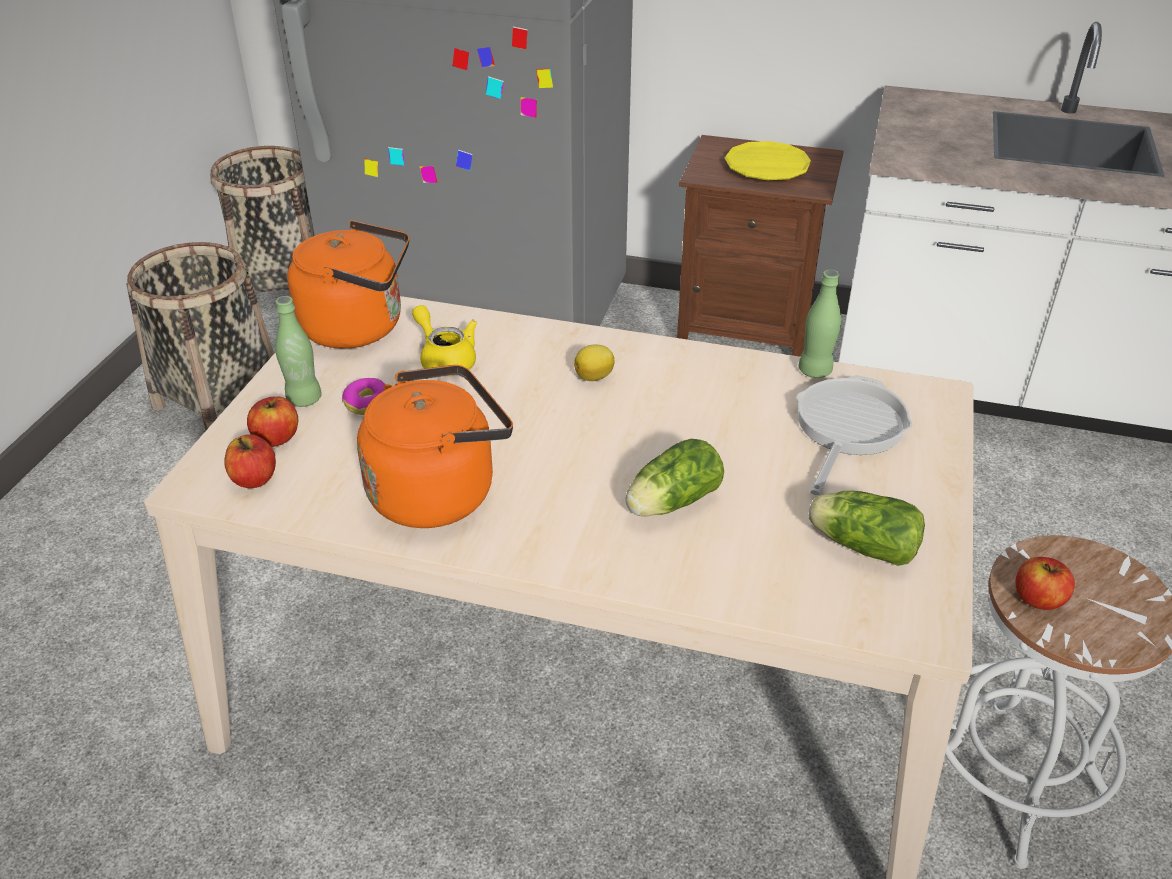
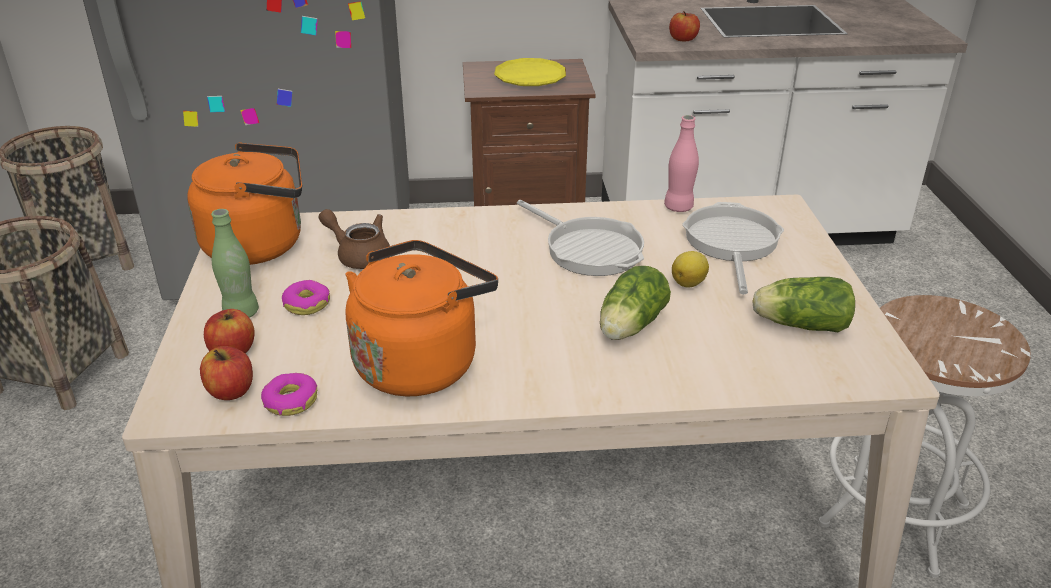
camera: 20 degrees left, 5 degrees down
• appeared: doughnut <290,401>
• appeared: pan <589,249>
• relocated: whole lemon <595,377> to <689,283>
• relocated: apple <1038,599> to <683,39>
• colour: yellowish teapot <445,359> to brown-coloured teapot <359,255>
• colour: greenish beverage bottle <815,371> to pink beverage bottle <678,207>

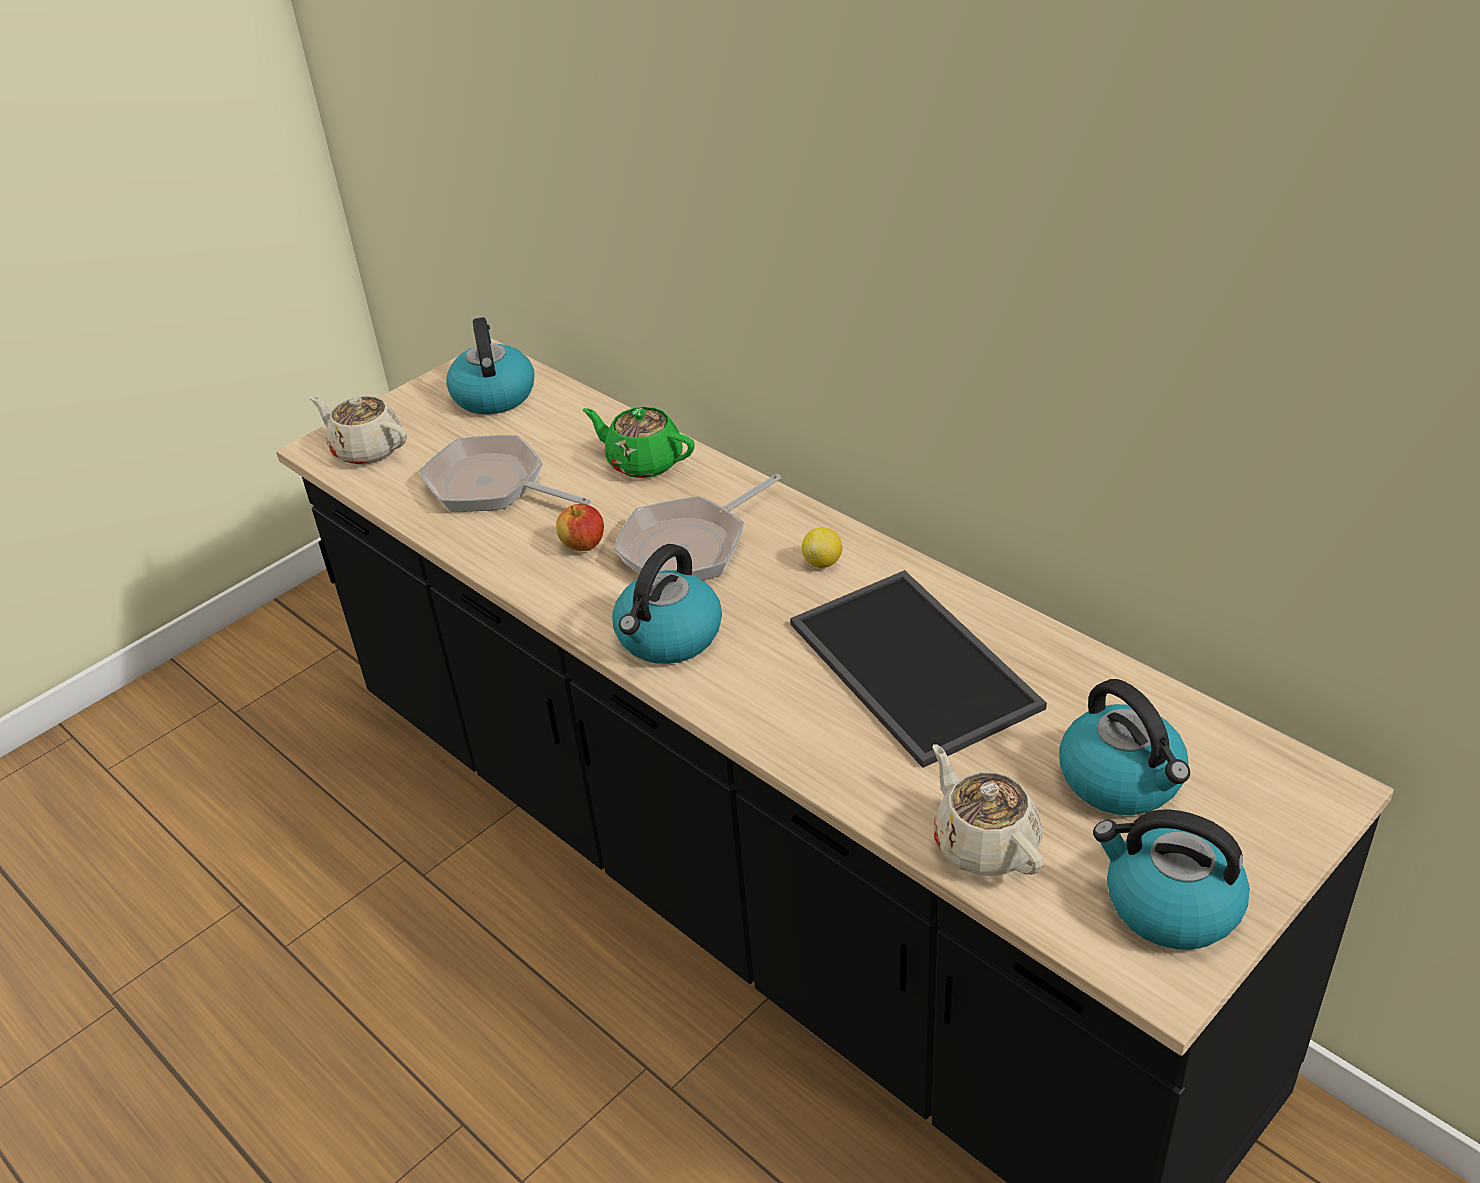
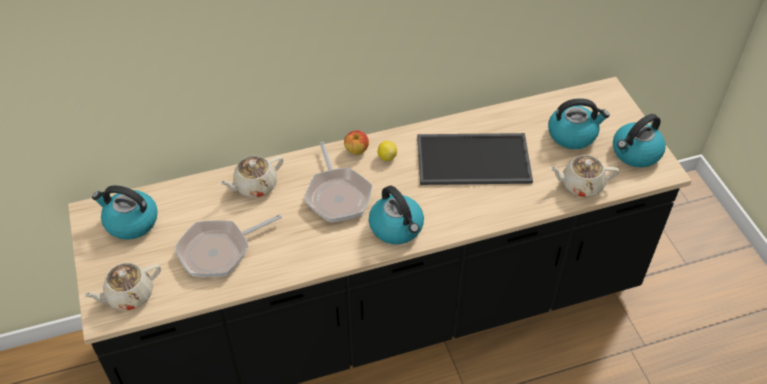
camera: 65 degrees left, 10 degrees up
• relocated: apple <583,545> to <356,150>
• colour: greenish teapot <643,462> to sand-coloured teapot <254,185>

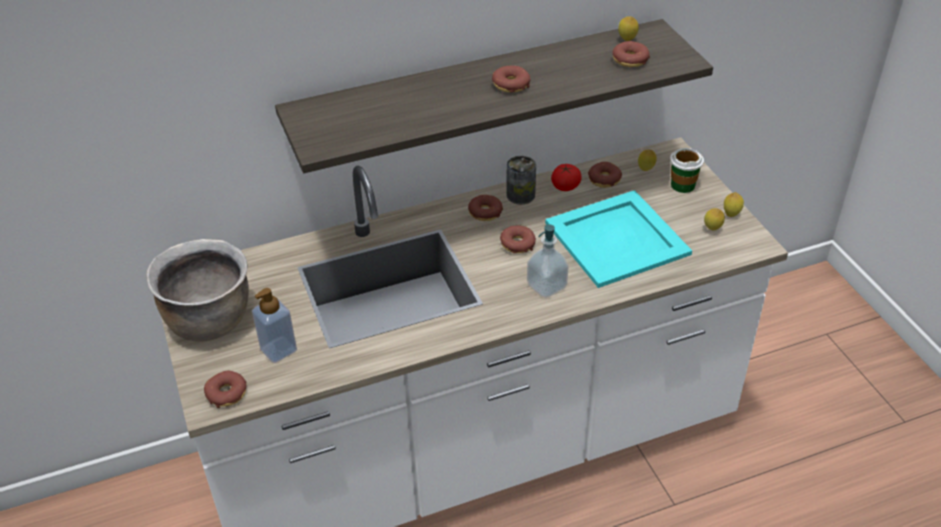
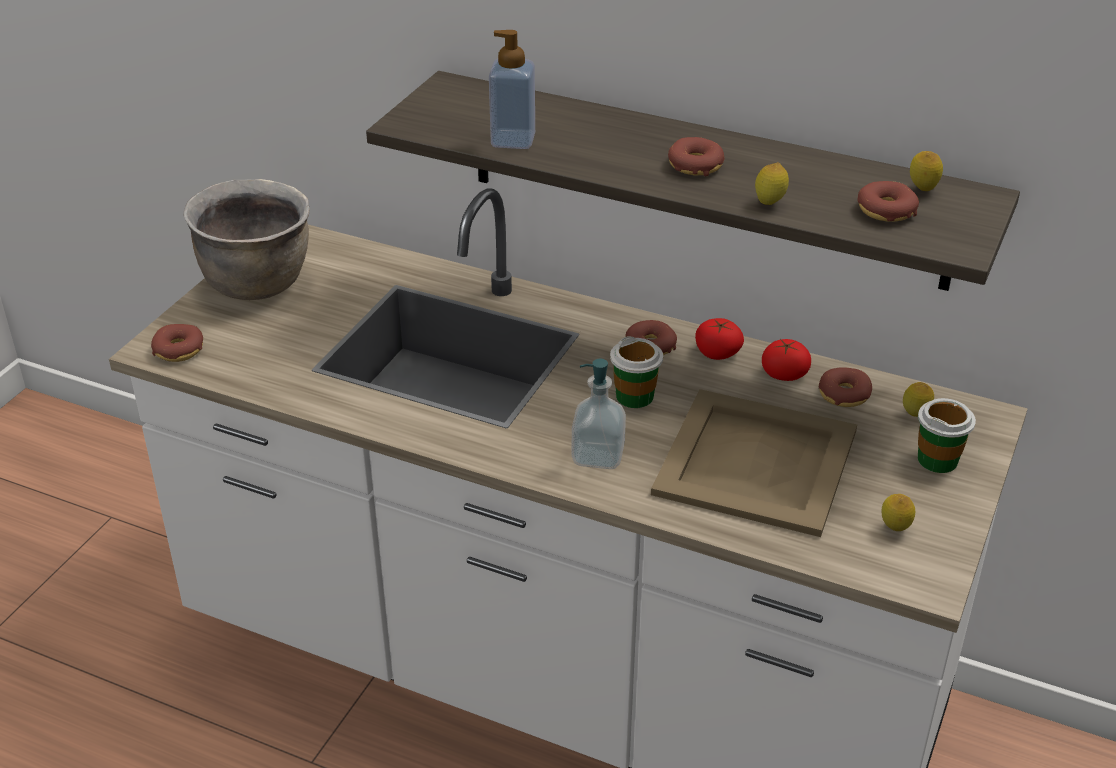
camera: 45 degrees right, 5 degrees down
• relocated: soap bottle <278,350> to <513,140>
• relocated: whole lemon <731,214> to <769,204>
• exchanged: doughnut <517,244> to drinking cup <635,396>
• exchanged: can <520,195> to fresh tomato <717,352>
• colour: turquoise carrying tray <617,237> to sand-coloured carrying tray <758,461>

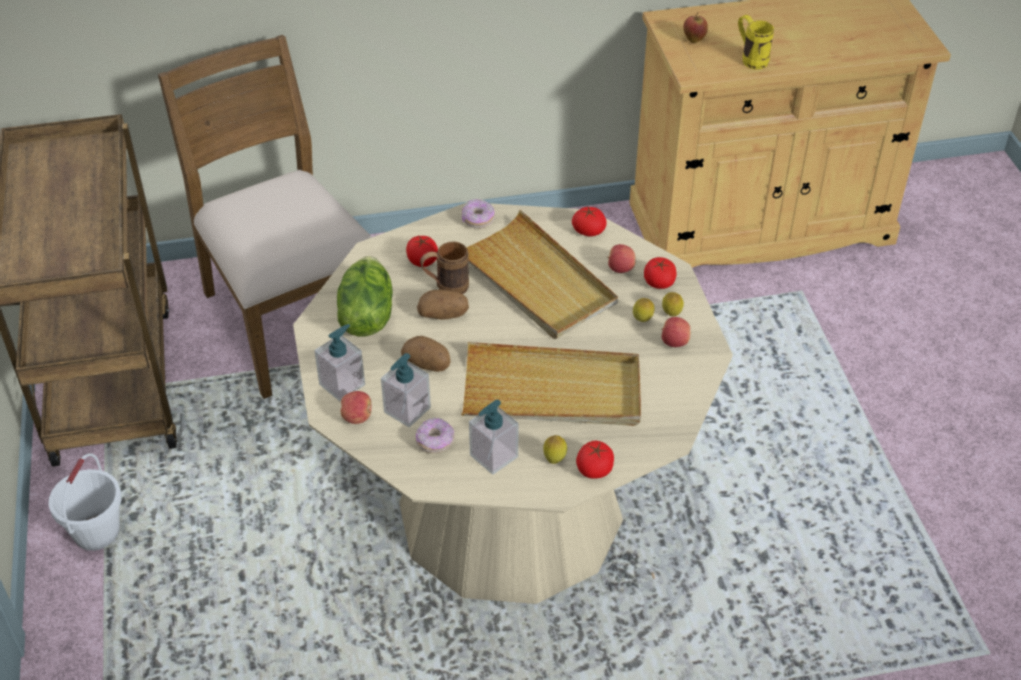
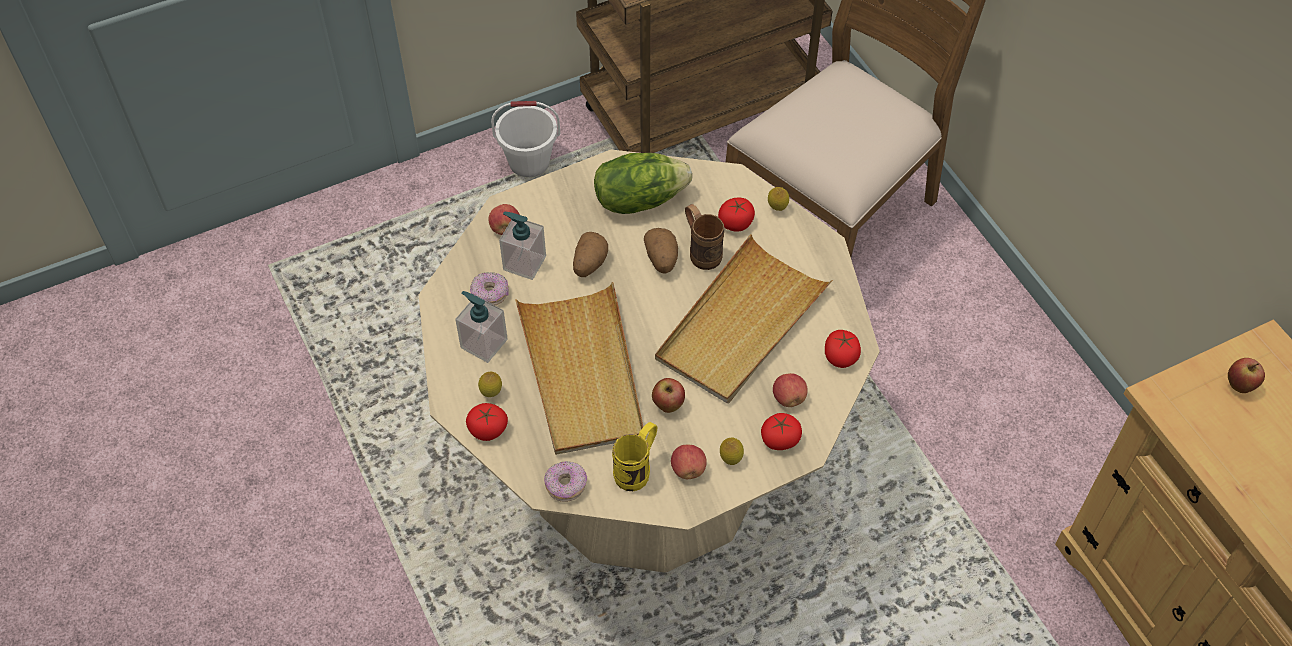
camera: 75 degrees right, 10 degrees up
• missing: soap bottle <342,384>
• appeared: apple <668,405>
• relocated: doughnut <478,220> to <566,485>
• relocated: whole lemon <642,321> to <777,208>
• relocated: yellowish tea mug <750,59> to <637,469>

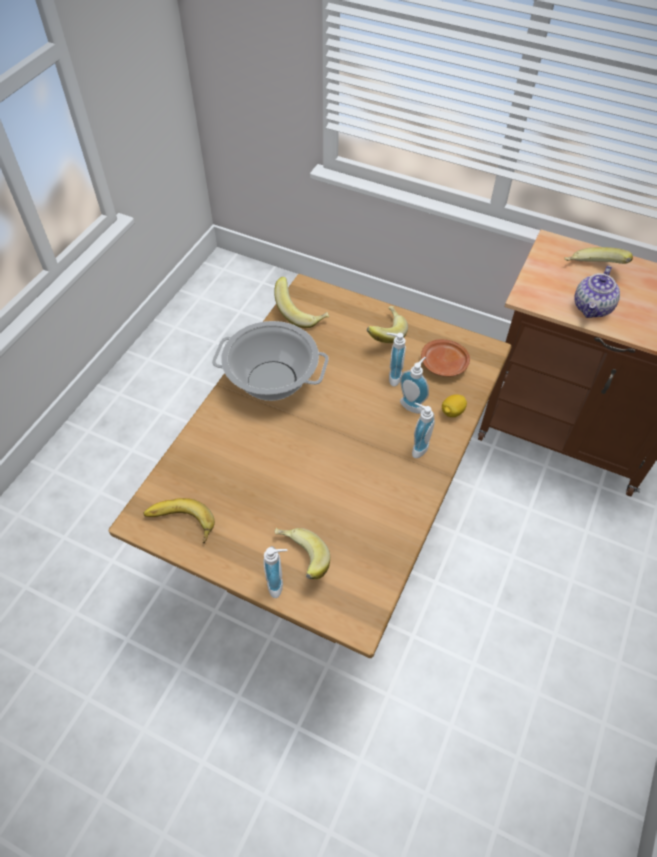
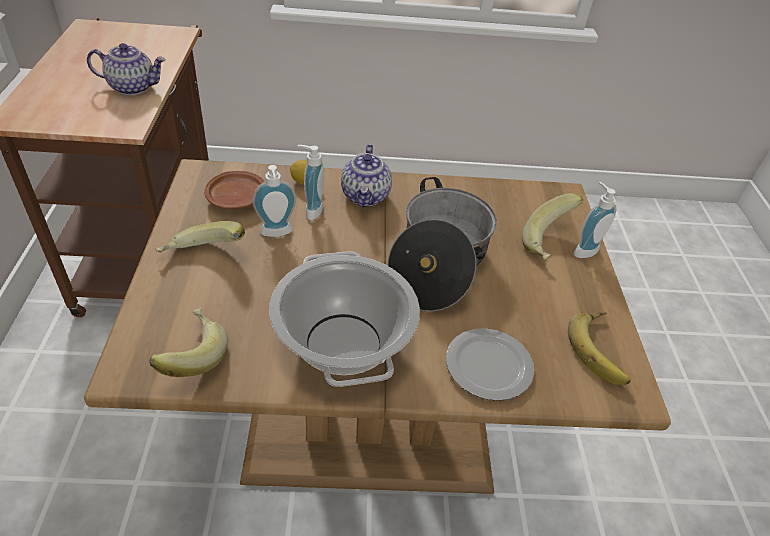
camera: 120 degrees left, 10 degrees down
• missing: banana fruit <592,270>
• appeared: cooking pot <437,263>
• appeared: dinner plate <489,365>
• exchanged: soap bottle <417,447> to teapot <366,196>

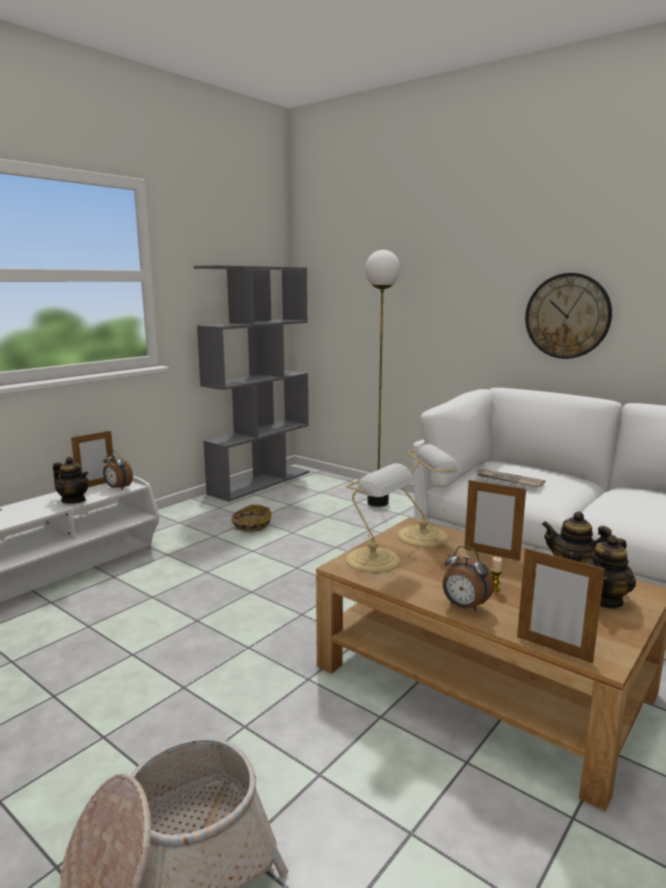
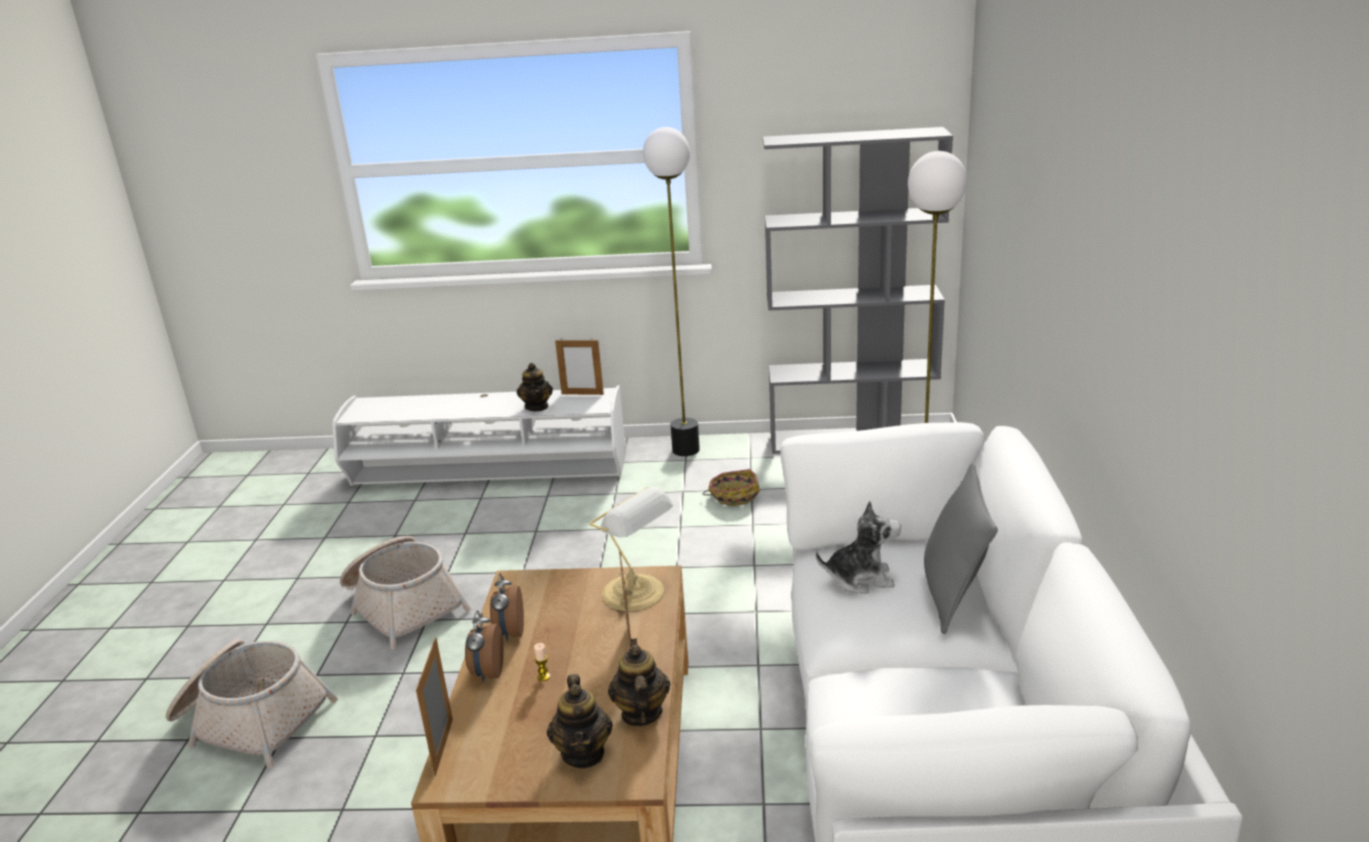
camera: 55 degrees right, 10 degrees up
• missing: table lamp <375,560>
• missing: hanging clock <567,316>
• appeared: storage basket <403,605>
• appeared: standing lamp <686,450>
• appeared: grey cushion <952,595>
• relocated: bedside clock <118,488> to <509,632>
• exchanged: daily paper <508,480> to soft toy <860,578>
• spun: teapot <605,599> = <583,753> 105 degrees counterclockwise

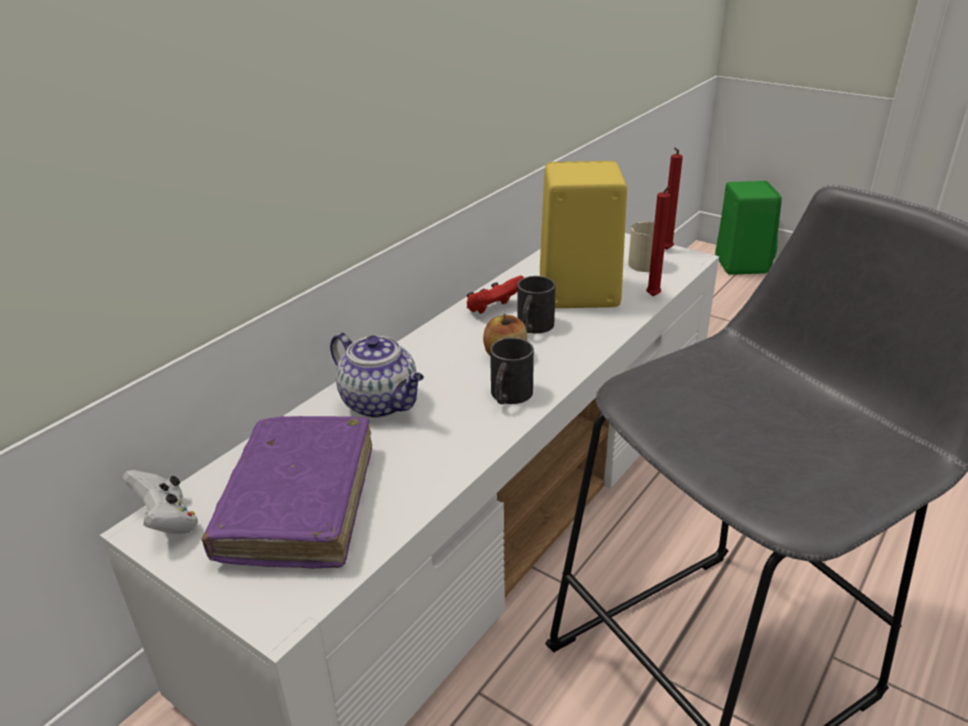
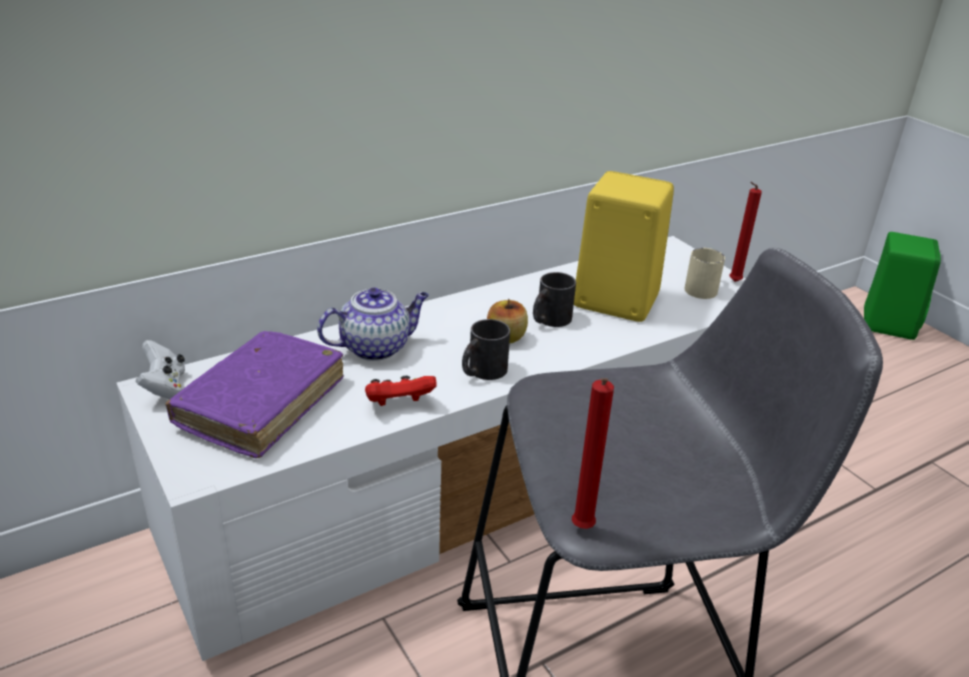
camera: 20 degrees right, 0 degrees up
• relocated: red game controller <493,309> to <399,404>
• relocated: red wax candle <653,297> to <581,530>
• spun: teapot <381,403> = <376,347> 90 degrees counterclockwise

